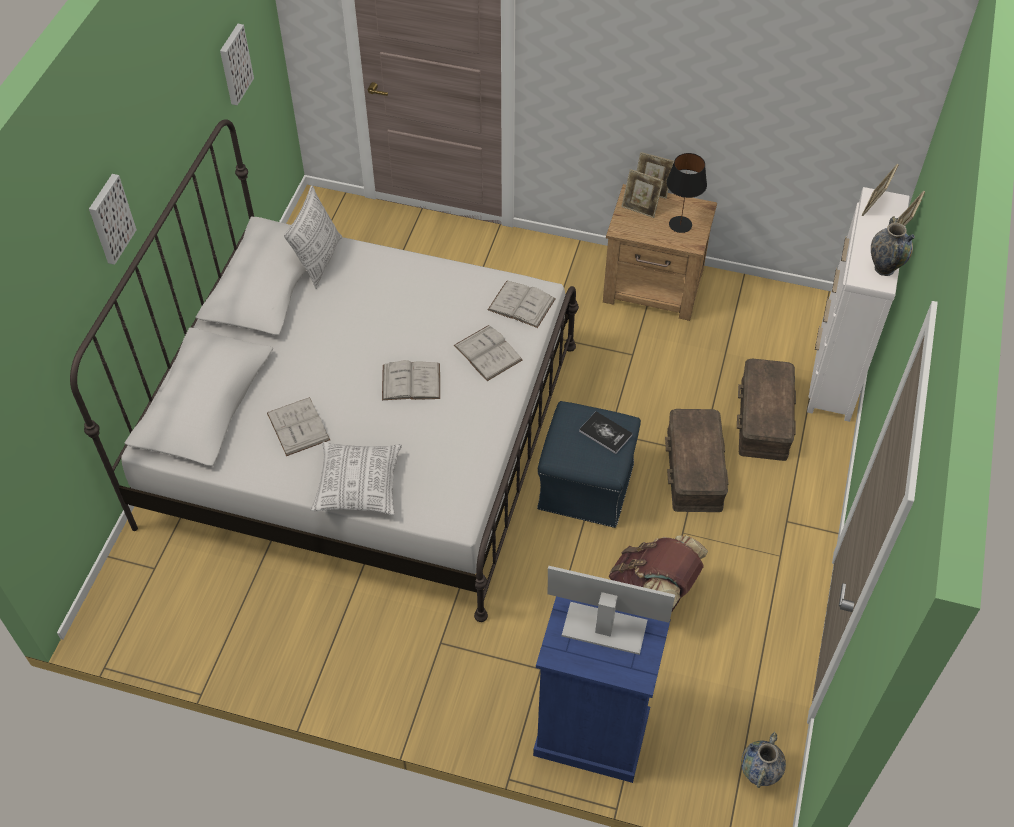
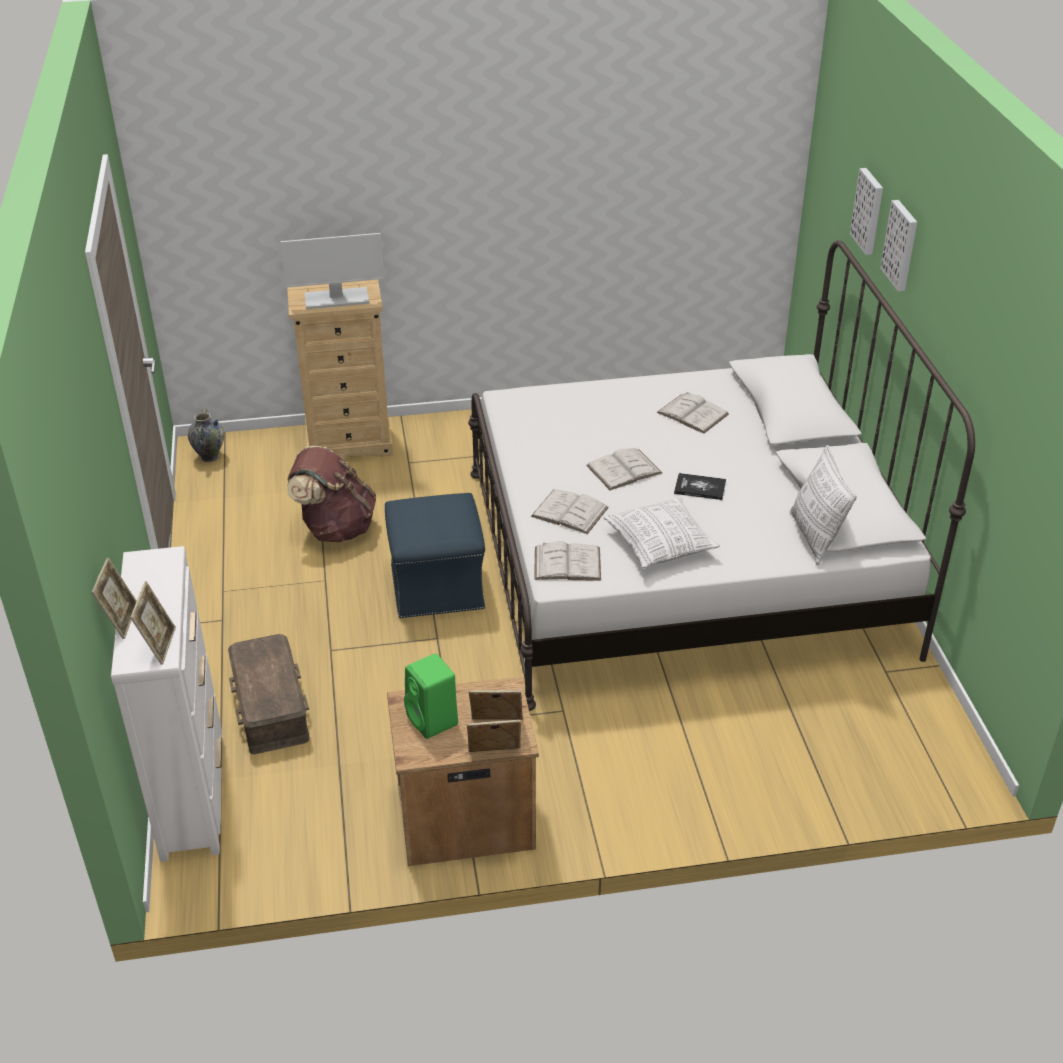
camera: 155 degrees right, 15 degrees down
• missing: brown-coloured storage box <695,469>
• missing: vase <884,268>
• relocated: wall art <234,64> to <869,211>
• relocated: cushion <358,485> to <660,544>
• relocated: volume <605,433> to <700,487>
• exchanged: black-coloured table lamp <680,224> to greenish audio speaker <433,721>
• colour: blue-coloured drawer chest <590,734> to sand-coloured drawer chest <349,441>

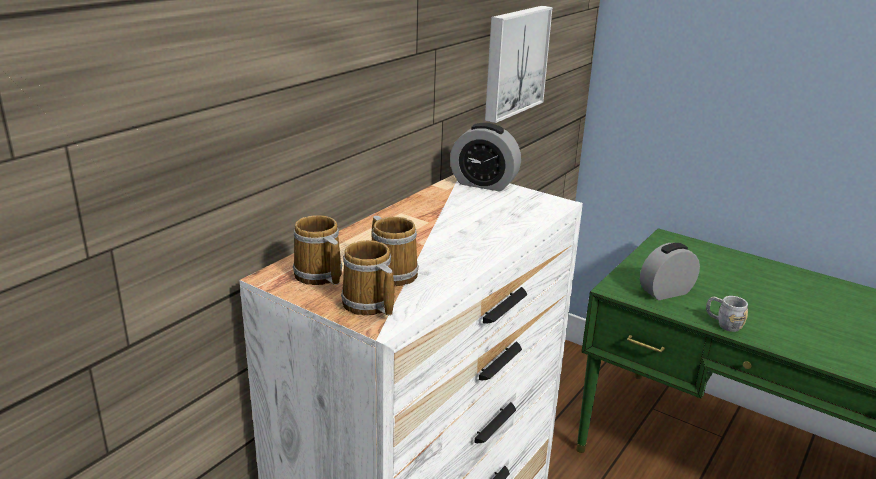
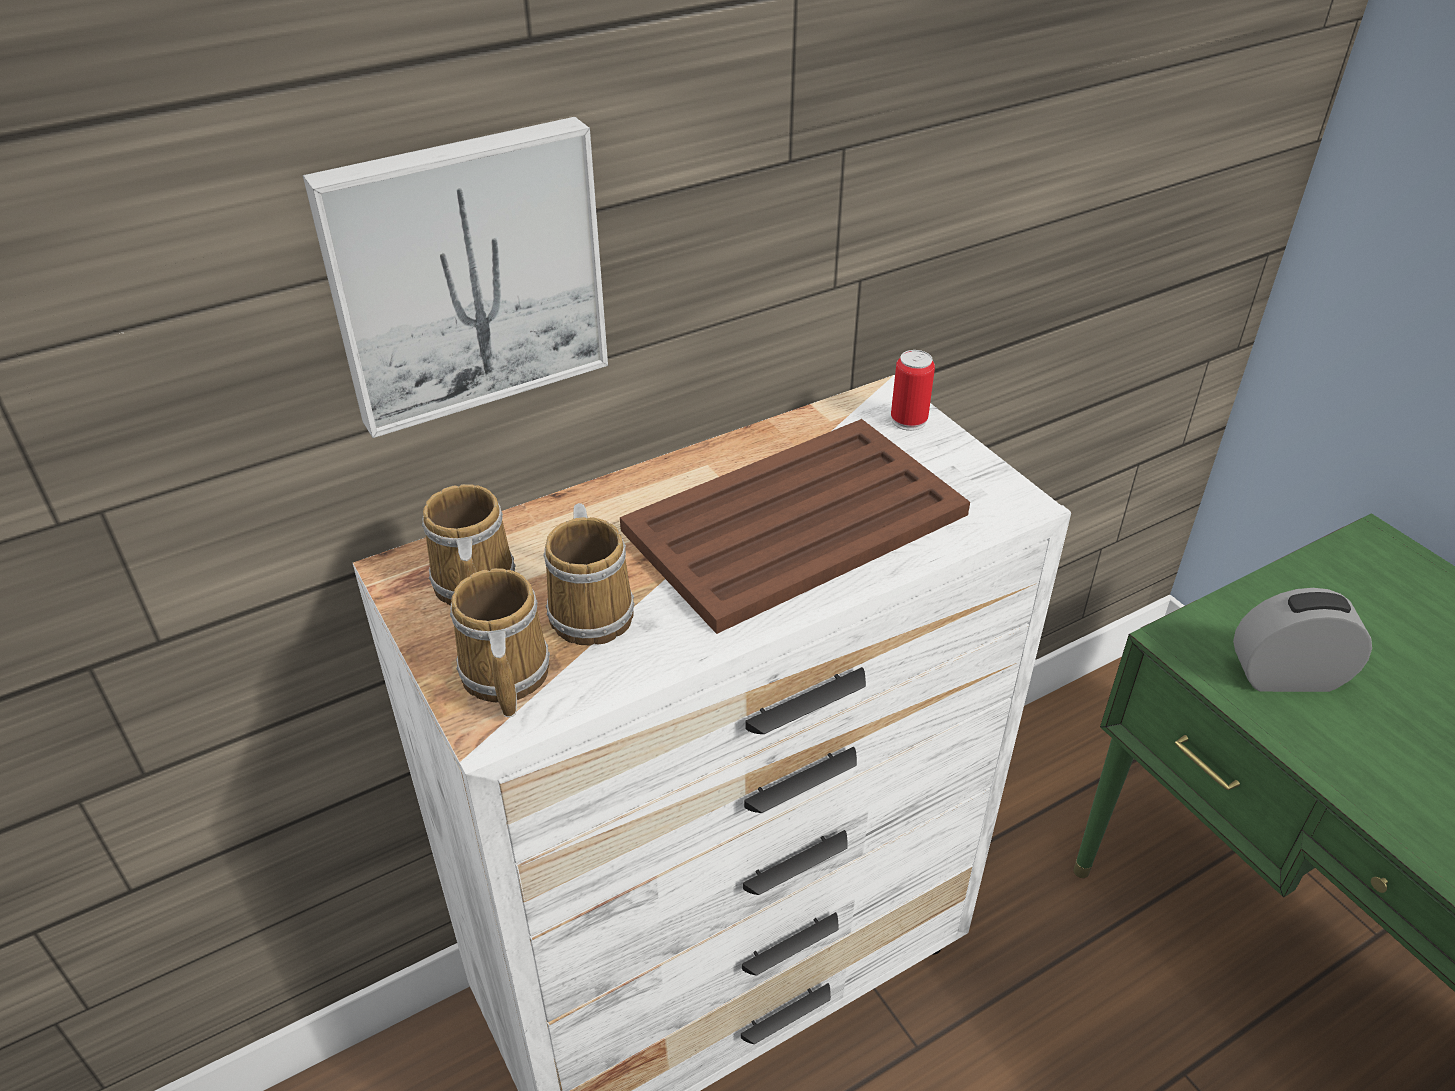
camera: 25 degrees right, 15 degrees up
• missing: grey tea mug <723,324>
• appeared: brown-coloured carrying tray <792,523>
• relocated: wall art <513,61> to <465,273>
• exchanged: bedside clock <483,184> to can <908,420>

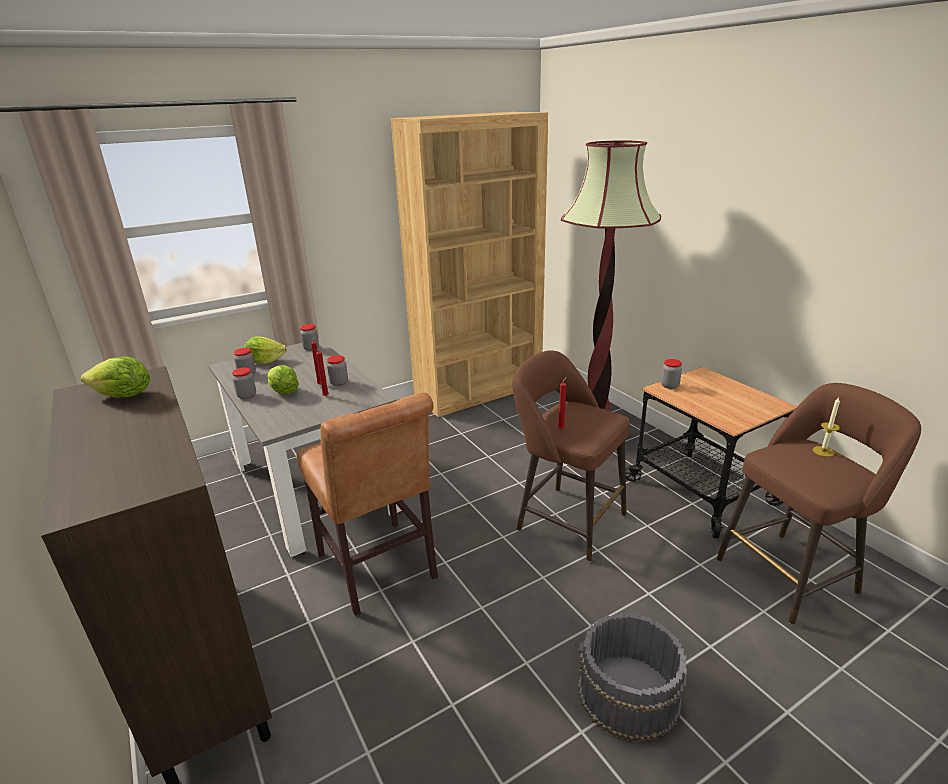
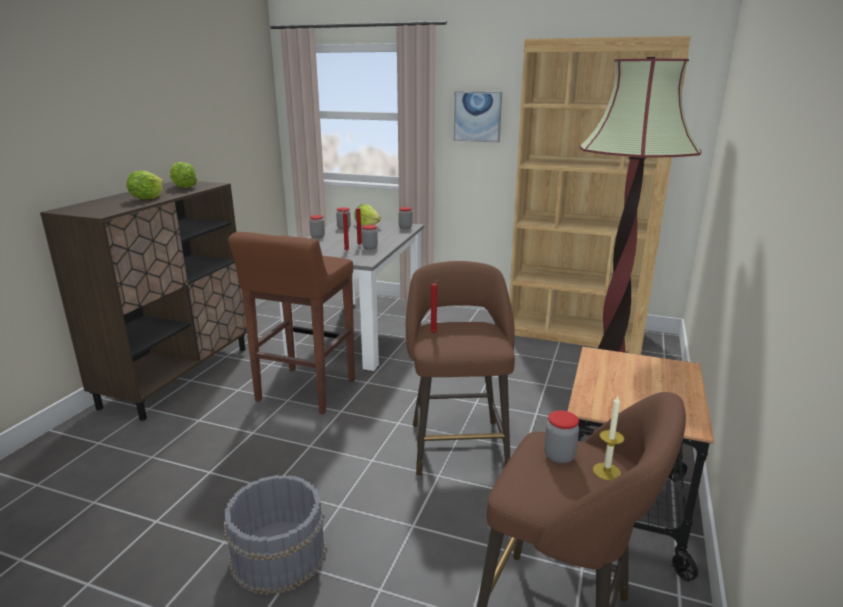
camera: 50 degrees right, 5 degrees down
• appeared: wall art <477,116>
• relocated: lettuce <283,392> to <147,198>
• relocated: preserve jar <669,385> to <559,456>
• exchanged: brown-coloured plain chair <379,570> to brown-coloured stool <305,391>

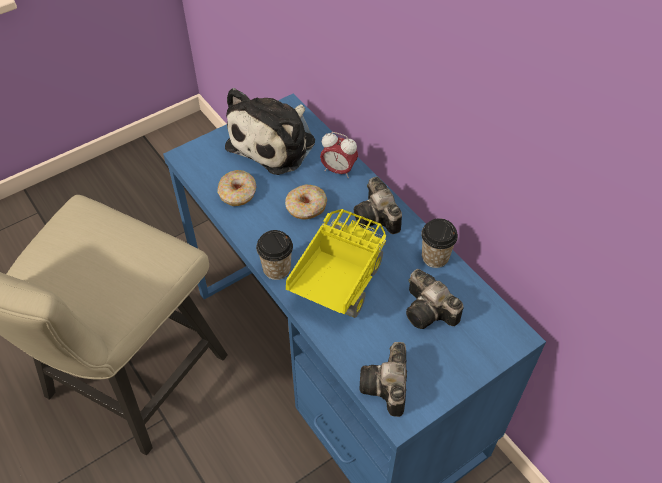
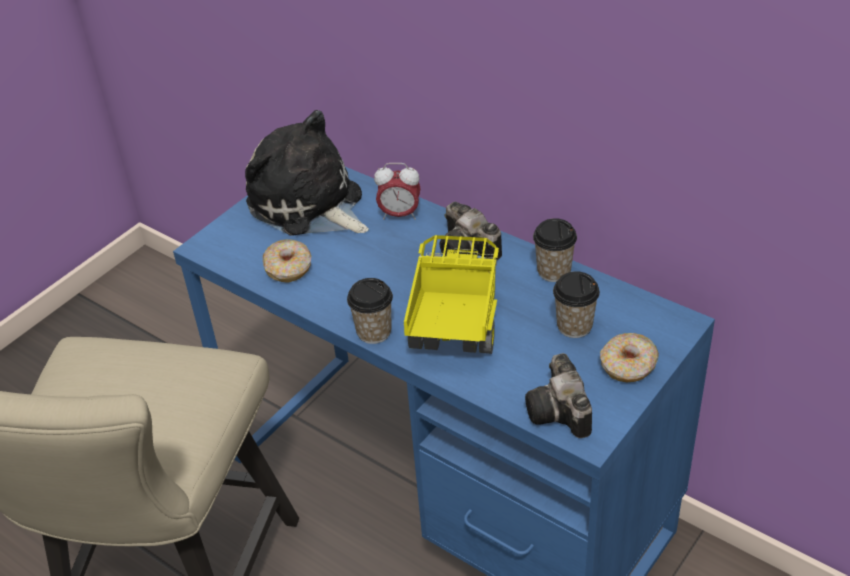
camera: 15 degrees left, 10 degrees down
• relocated: doughnut <306,207> to <628,366>
• exchanged: still camera <430,312> to drinking cup <574,326>
• spun: soft toy <275,142> = <309,205> 120 degrees clockwise

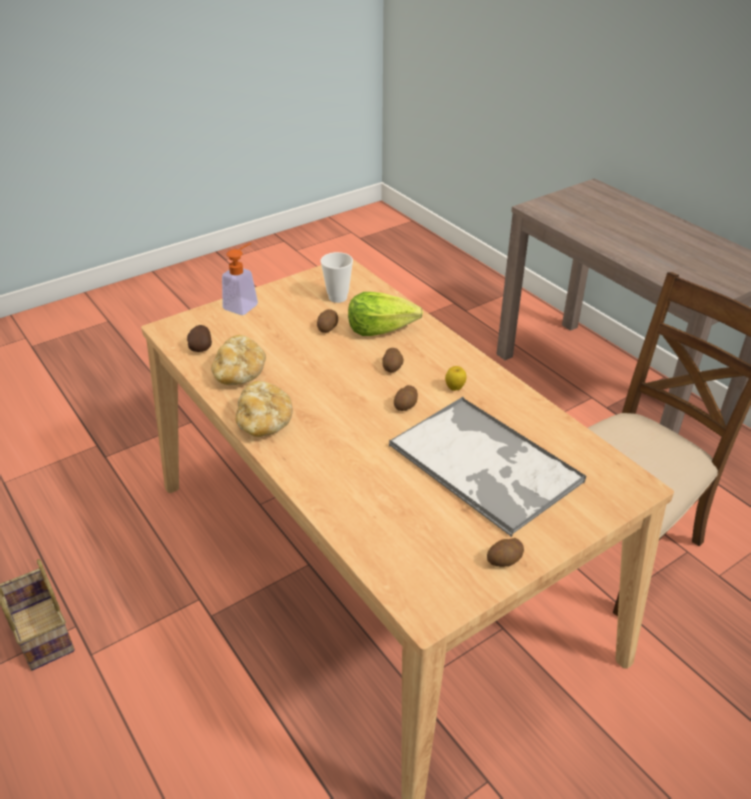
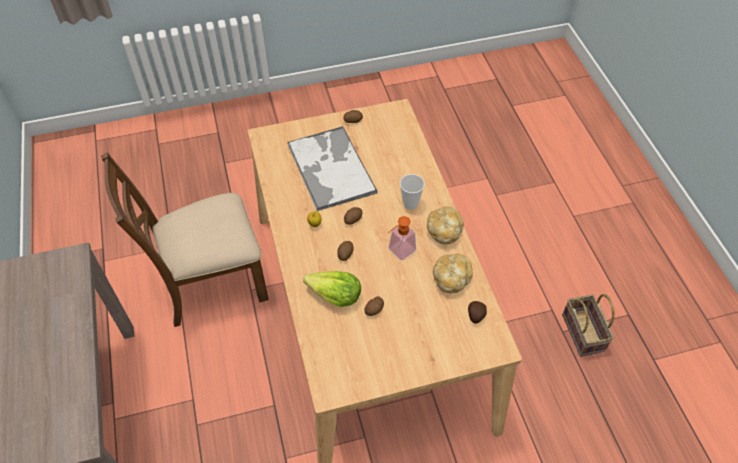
camera: 160 degrees left, 15 degrees up
• relocated: soap bottle <244,304> to <398,252>
• relocated: drinking cup <337,297> to <410,204>

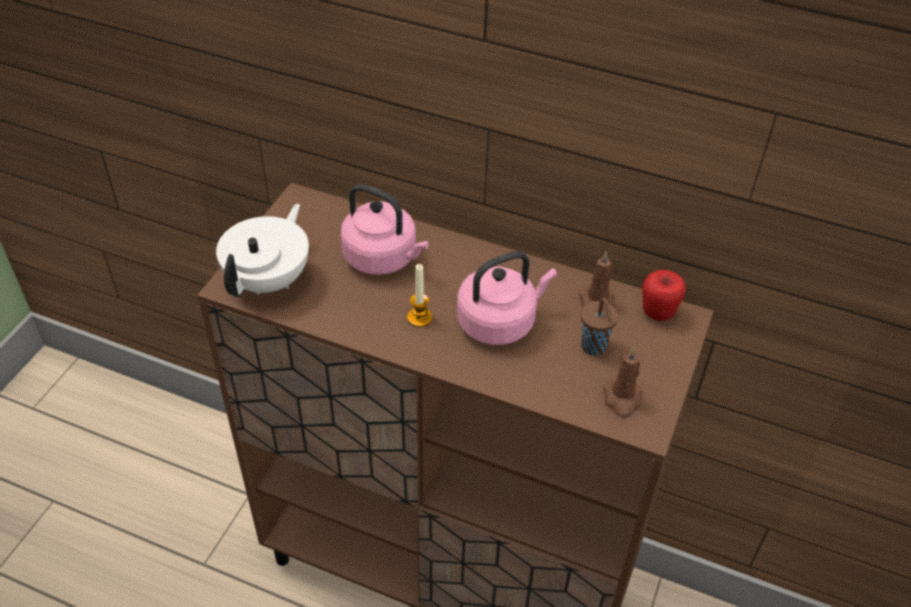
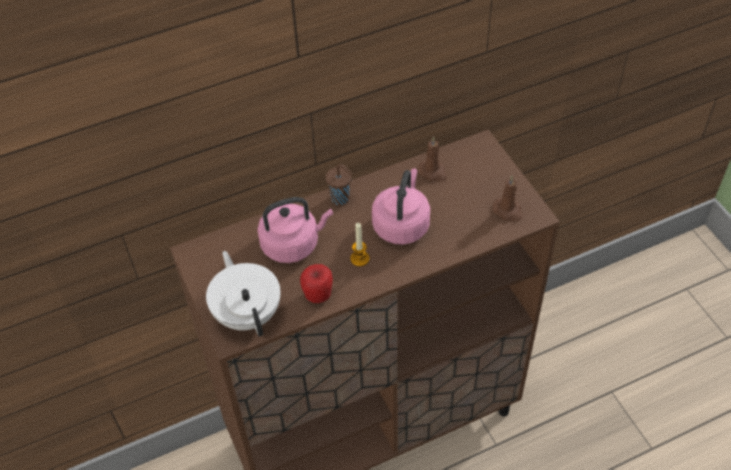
camera: 45 degrees left, 5 degrees up
• relocated: brown-coloured drinking cup <594,348> to <341,199>
• relocated: apple <657,313> to <318,295>

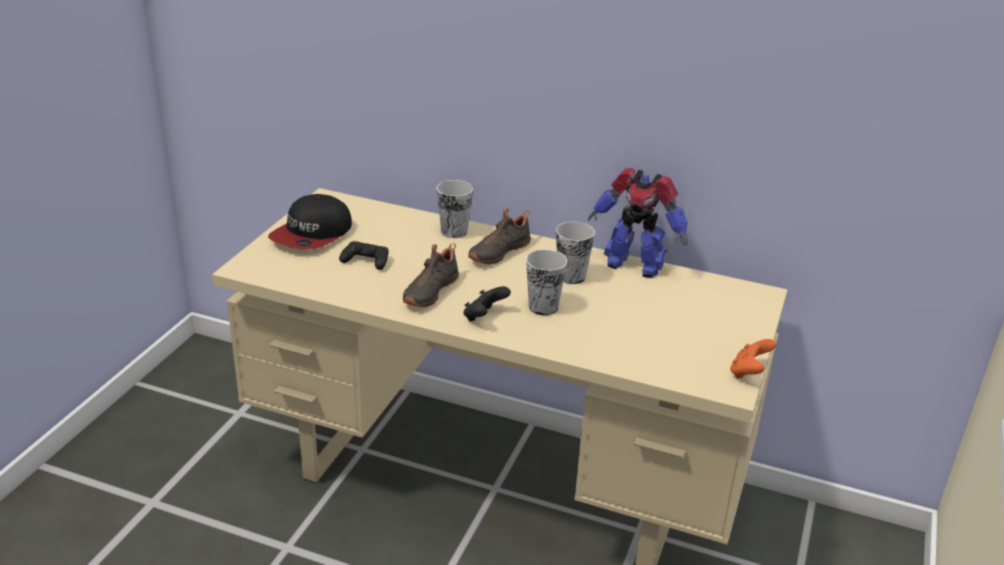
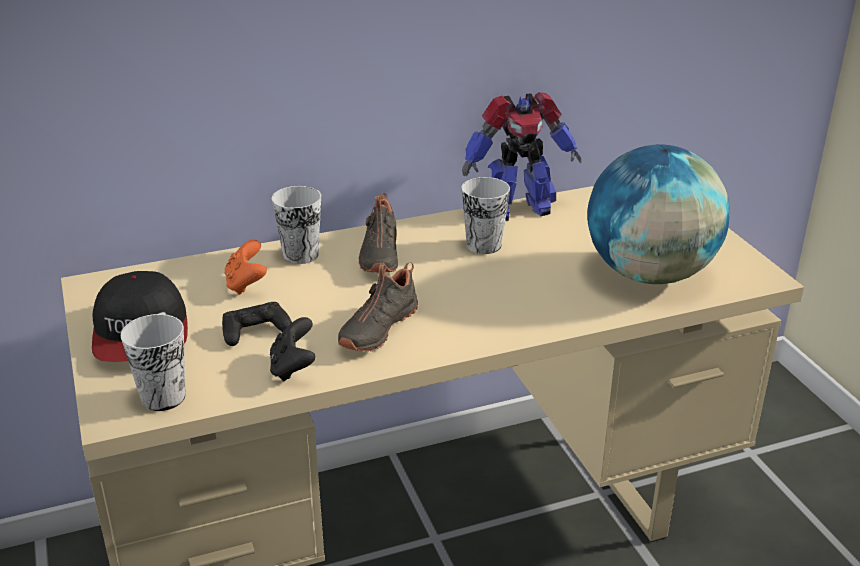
camera: 40 degrees left, 0 degrees up
• appeared: globe <649,274>
• relocated: black-coloured game controller <484,317> to <293,368>
• relocated: drinking cup <543,307> to <163,397>
• relocated: orangey game controller <749,373> to <246,284>
• spun: black-coloured item of footwear <429,291> = <376,327> 45 degrees clockwise

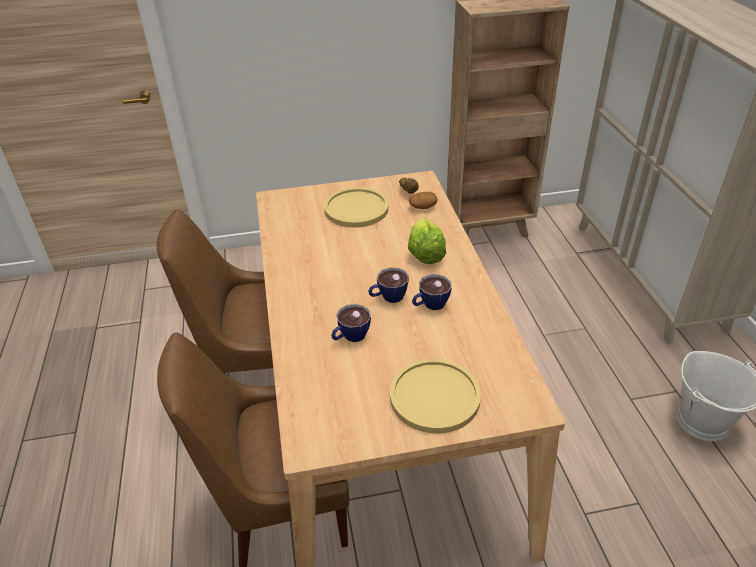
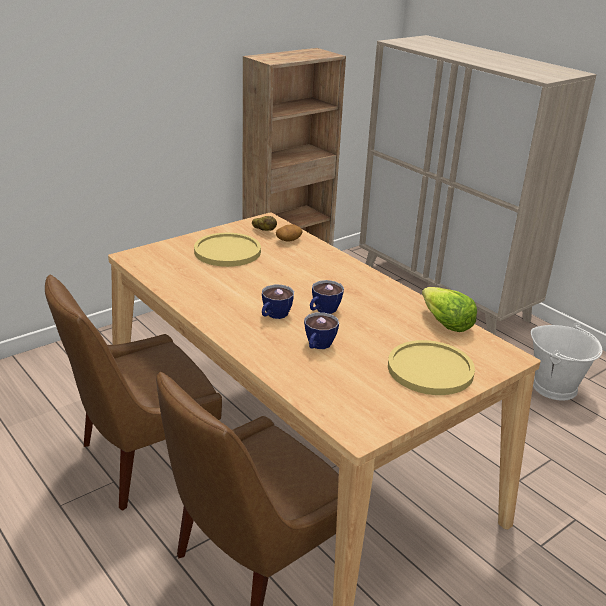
camera: 30 degrees left, 10 degrees down
• relocated: lettuce <425,252> to <445,323>
• relocated: drinking cup <430,305> to <274,316>

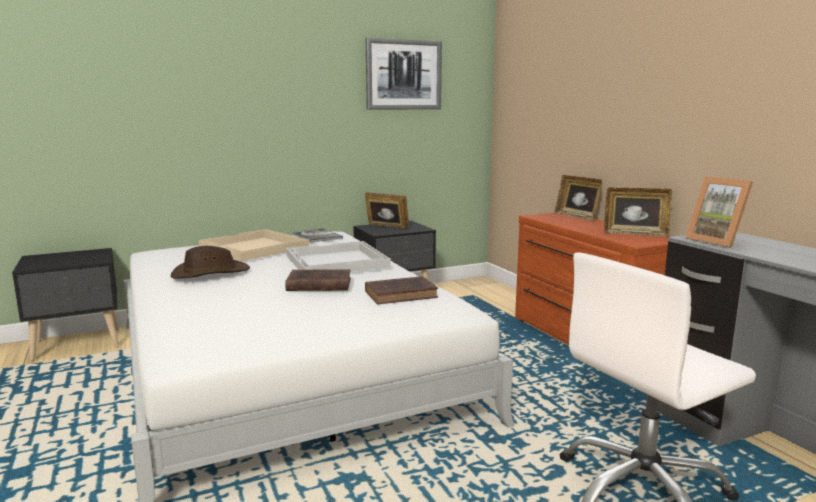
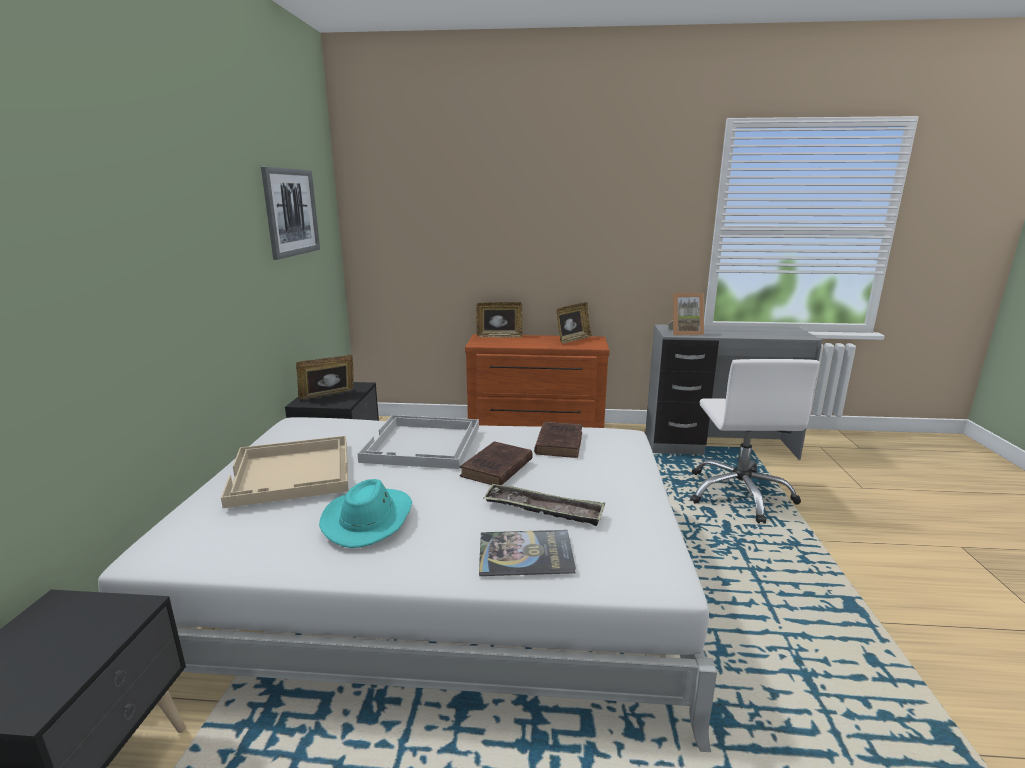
camera: 60 degrees left, 5 degrees up
• appeared: carrying tray <543,510>
• relocated: volume <317,236> to <525,554>
• colour: brown-coloured hat <210,273> to turquoise hat <368,519>

